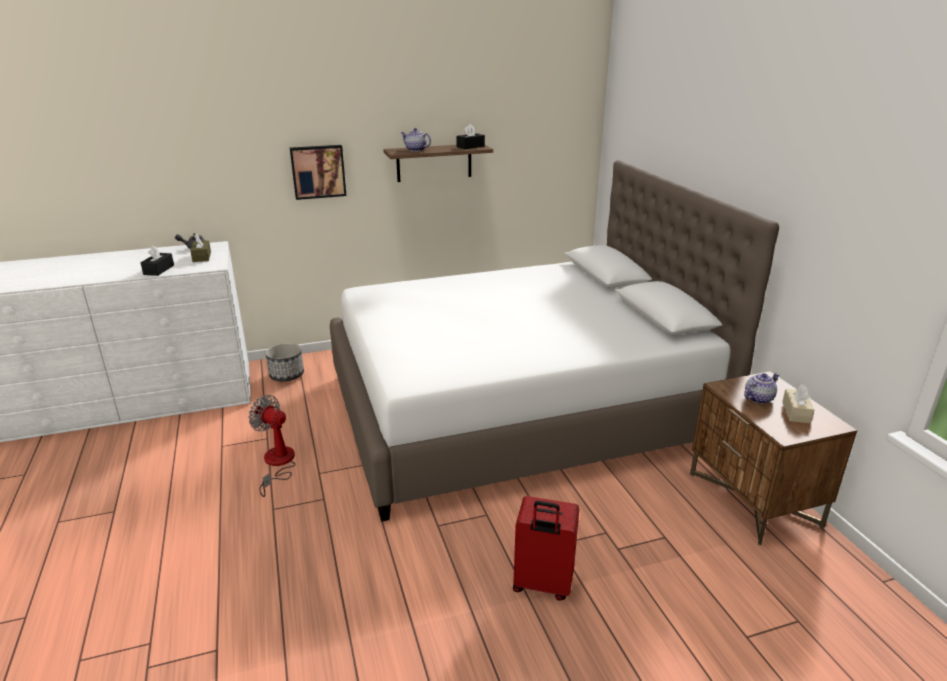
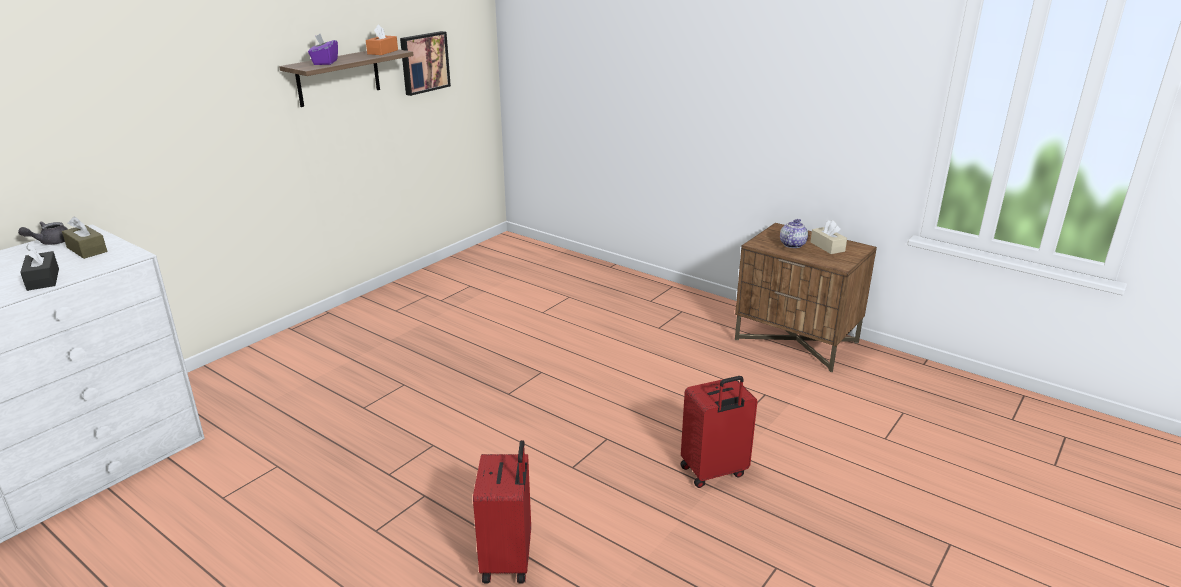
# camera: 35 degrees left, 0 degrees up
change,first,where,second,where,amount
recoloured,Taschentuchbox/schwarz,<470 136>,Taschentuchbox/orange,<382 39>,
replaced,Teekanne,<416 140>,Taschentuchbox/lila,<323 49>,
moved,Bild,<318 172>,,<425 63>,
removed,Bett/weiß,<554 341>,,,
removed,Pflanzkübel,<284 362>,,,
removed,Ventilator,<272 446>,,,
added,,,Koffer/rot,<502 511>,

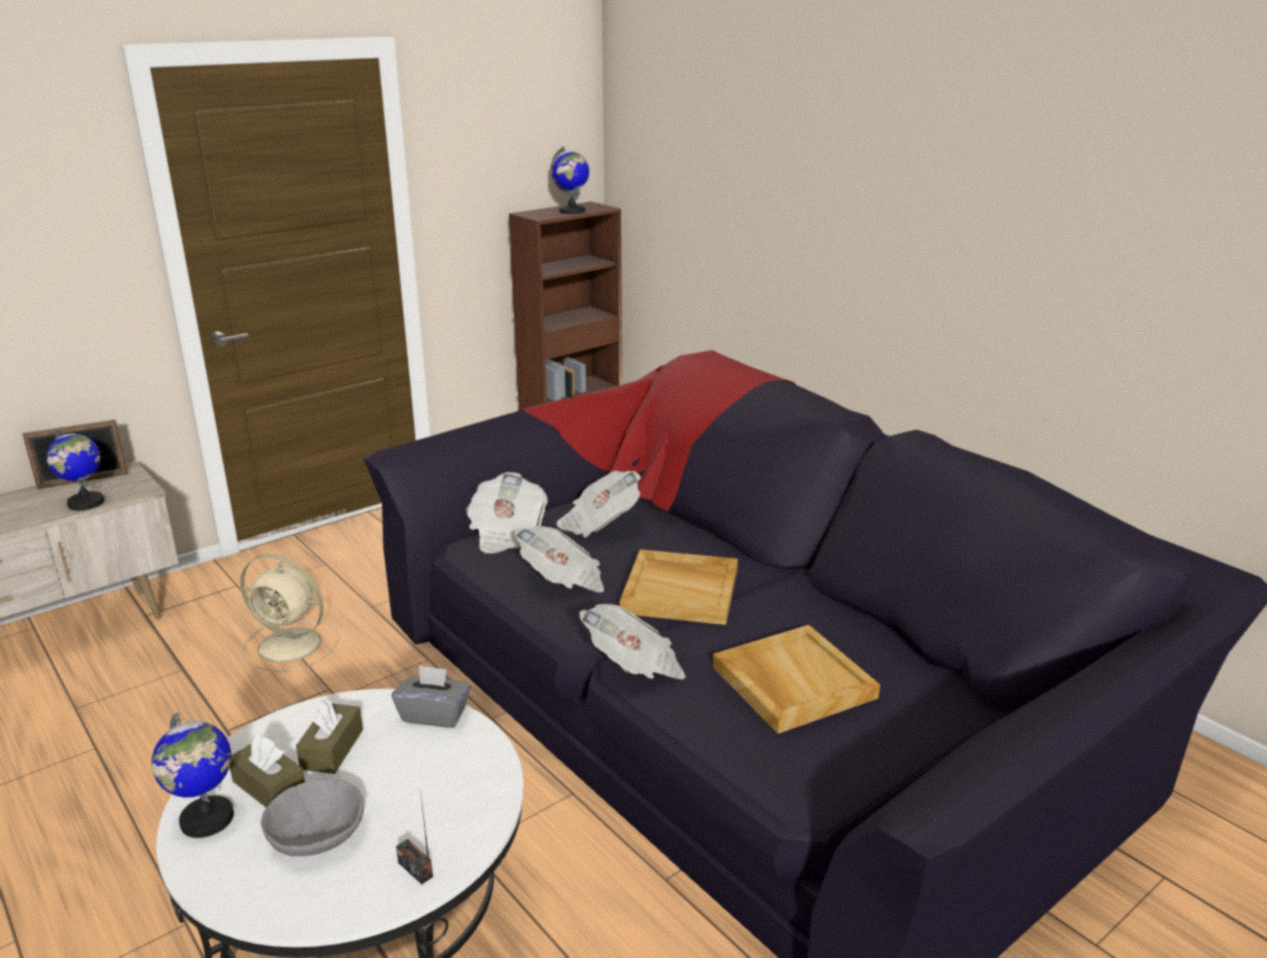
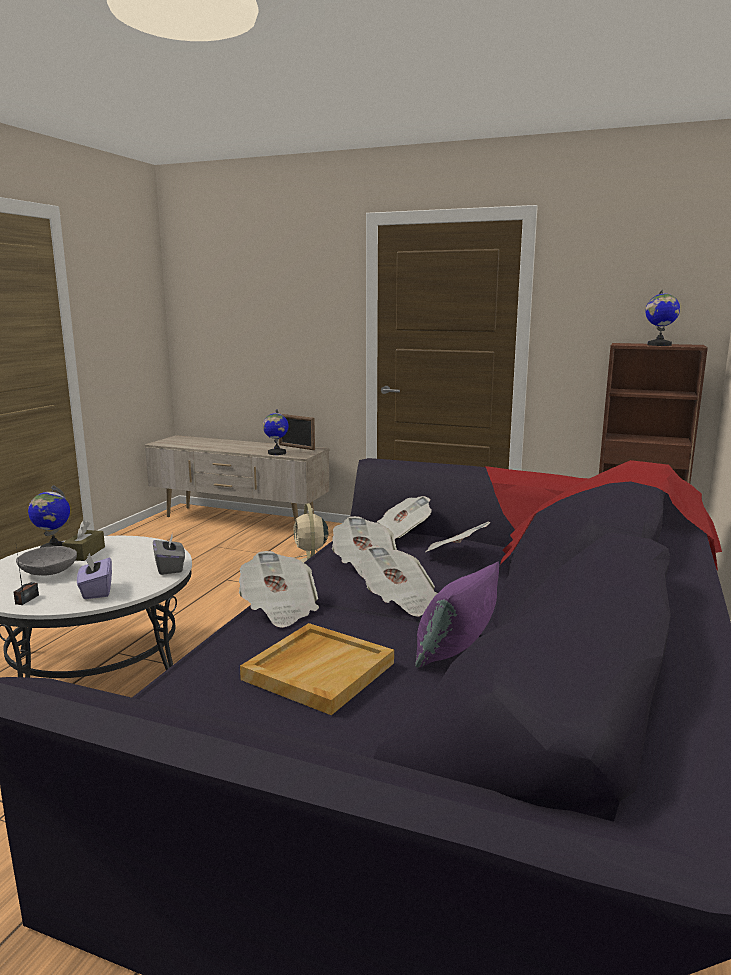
# camera: 60 degrees right, 10 degrees down
change,first,where,second,where,amount
replaced,Tablett/beige,<679 587>,Zeitung,<398 581>,
removed,Taschentuchbox/braun,<329 736>,,,
added,,,Taschentuchbox/lila,<94 576>,
added,,,Kissen/lila,<457 614>,

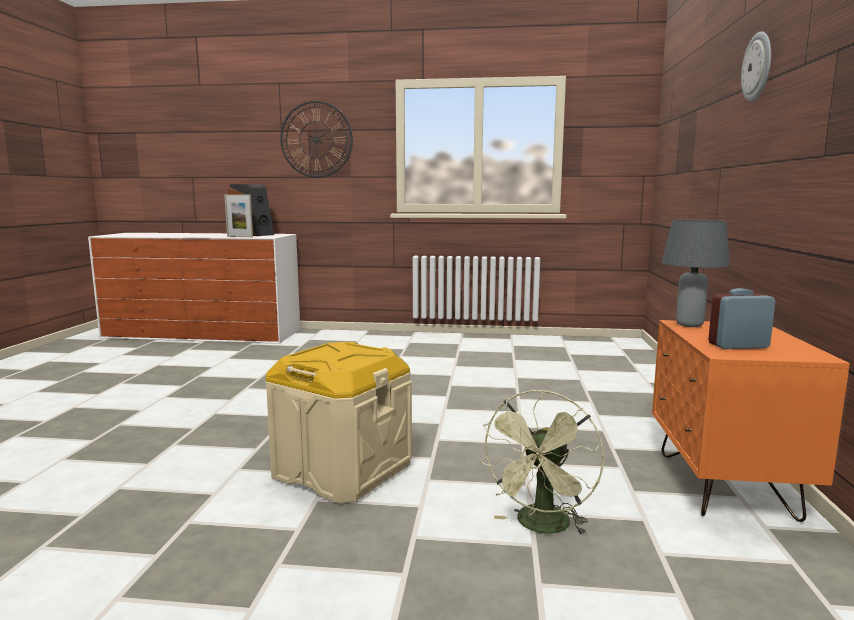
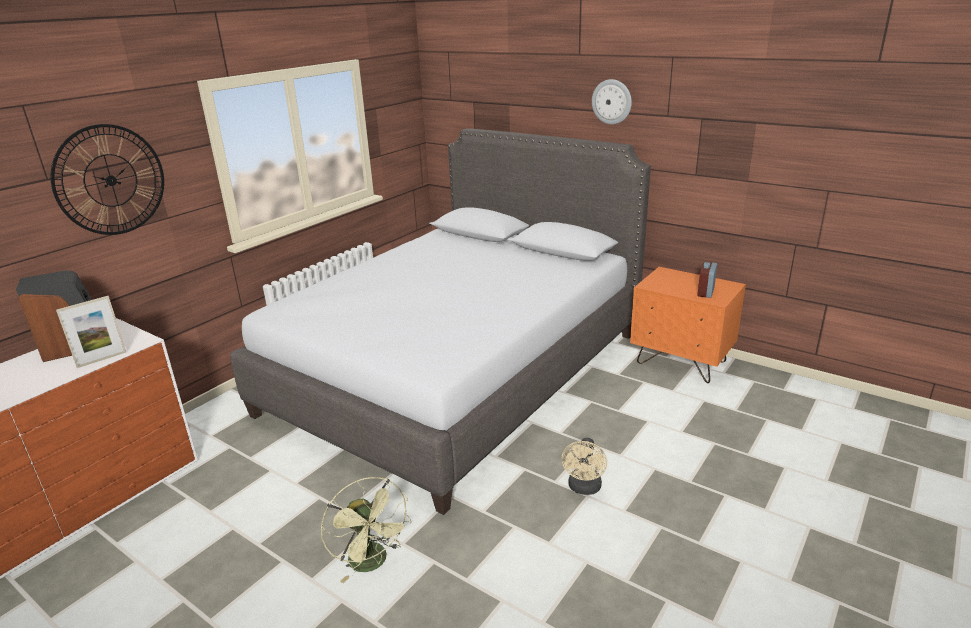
# camera: 60 degrees left, 15 degrees up
change,first,where,second,where,amount
removed,Tischlampe/grau,<696 273>,,,
replaced,Aufbewahrungsbox/beige,<338 422>,Ventilator/beige,<584 466>,
moved,Ventilator/grün,<541 463>,,<366 530>,
added,,,Bett/grau,<440 321>,

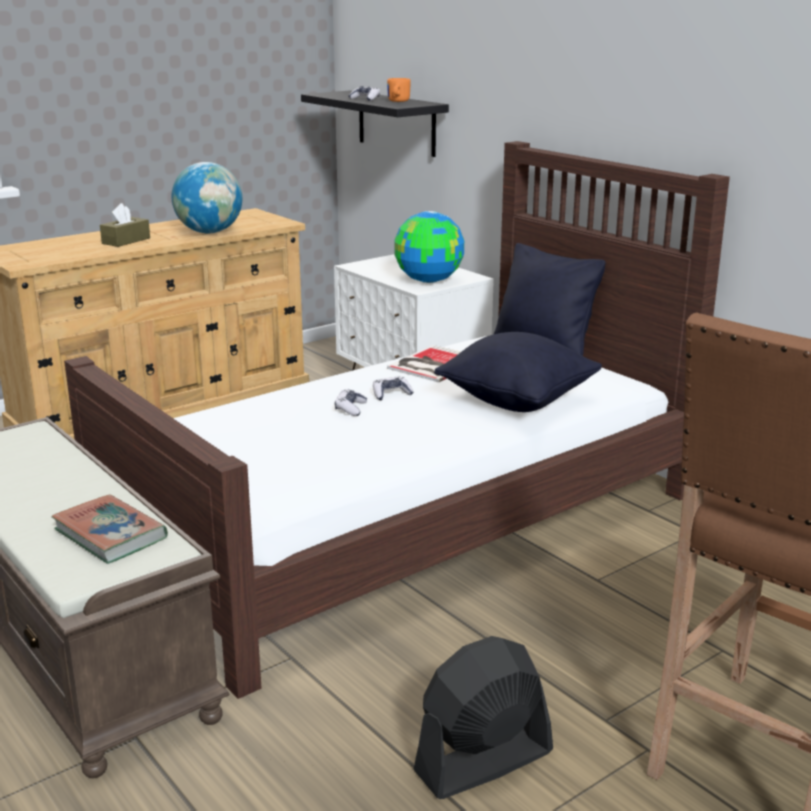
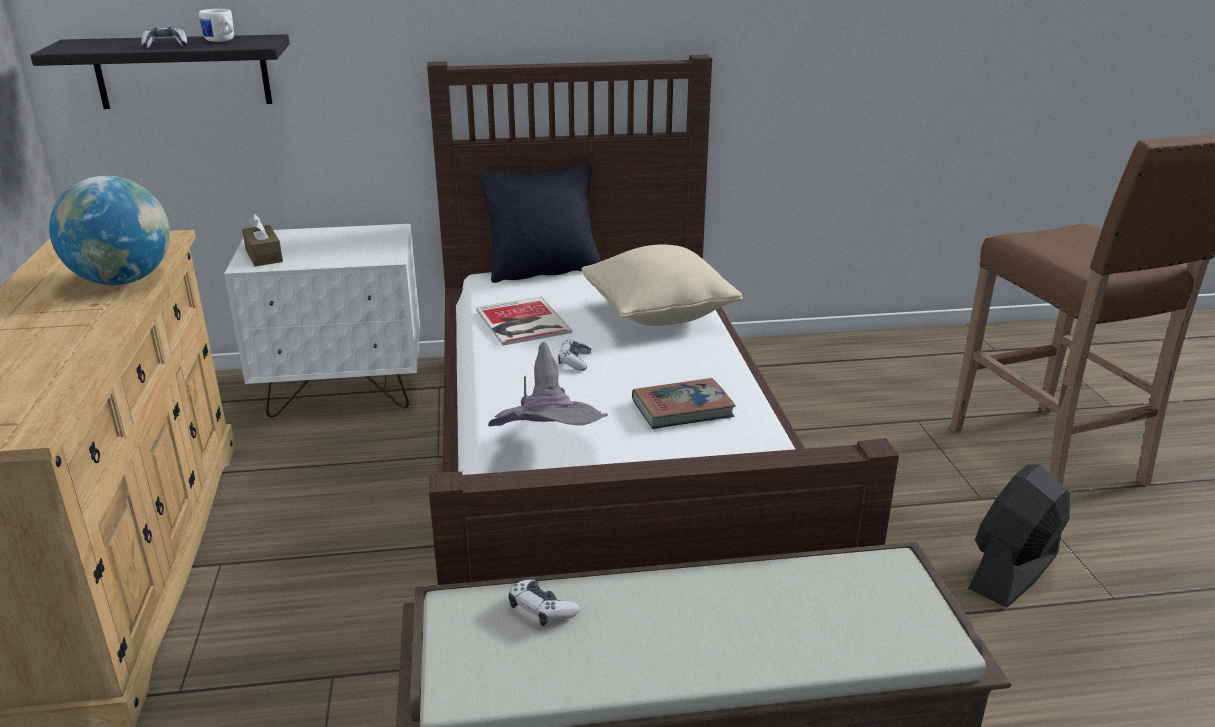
# camera: 60 degrees left, 5 degrees up
change,first,where,second,where,amount
recoloured,Henkelbecher/orange,<399 90>,Henkelbecher/weiß,<216 25>,
moved,Taschentuchbox/braun,<125 225>,,<262 240>,
removed,Globus,<429 247>,,,
recoloured,Kissen/schwarz,<518 372>,Kissen/beige,<662 285>,
moved,Gamepad,<351 402>,,<544 602>,
moved,Buch,<109 529>,,<684 403>,
turned,Ventilator/schwarz,<483 717>,,<1019 536>,45 degrees clockwise
added,,,Hut/grau,<548 384>,

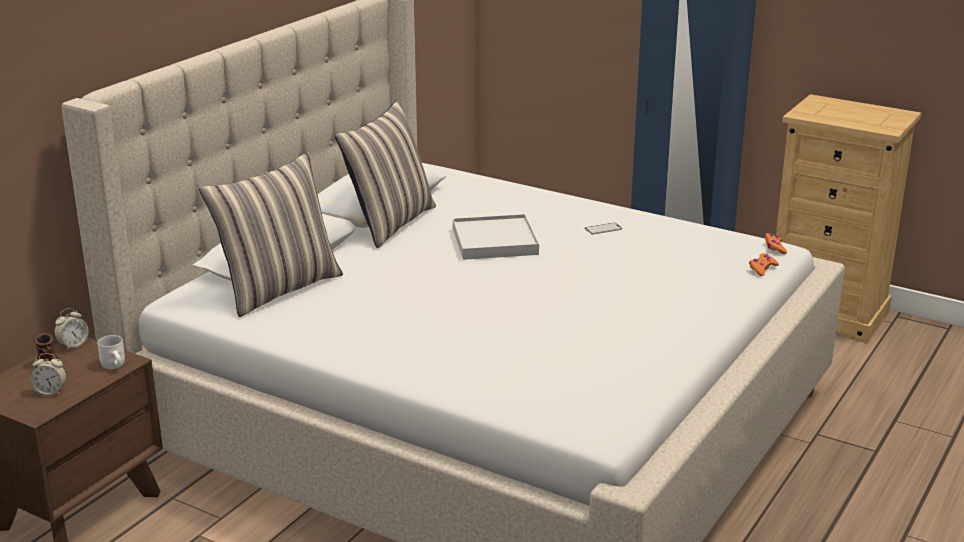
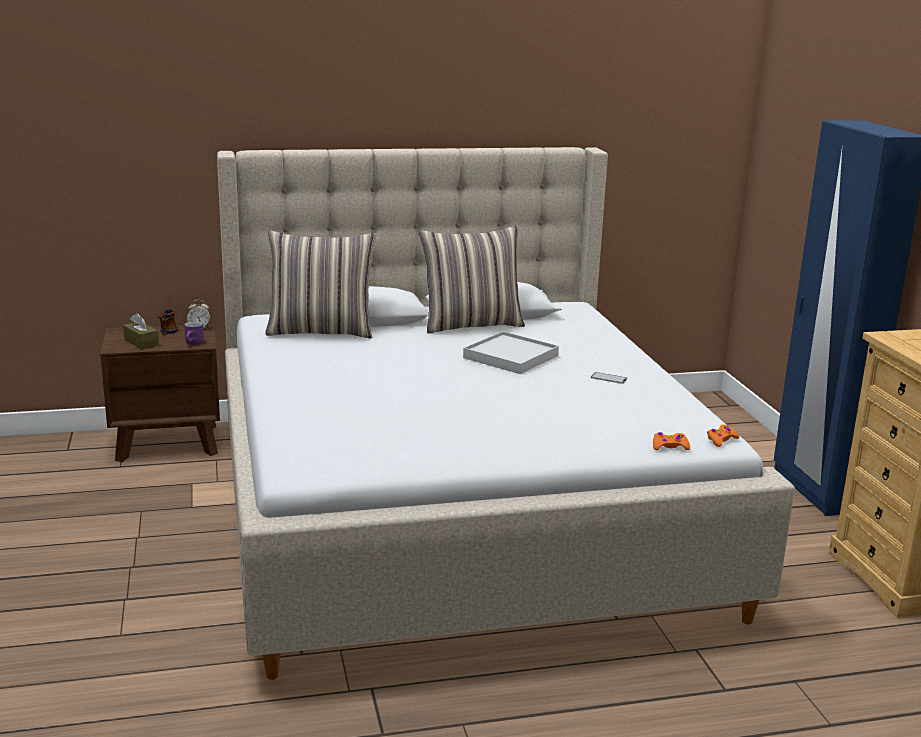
# camera: 45 degrees right, 5 degrees down
change,first,where,second,where,amount
recoloured,Henkelbecher/weiß,<111 352>,Henkelbecher/lila,<193 333>,
replaced,Wecker,<48 374>,Taschentuchbox/braun,<141 331>,

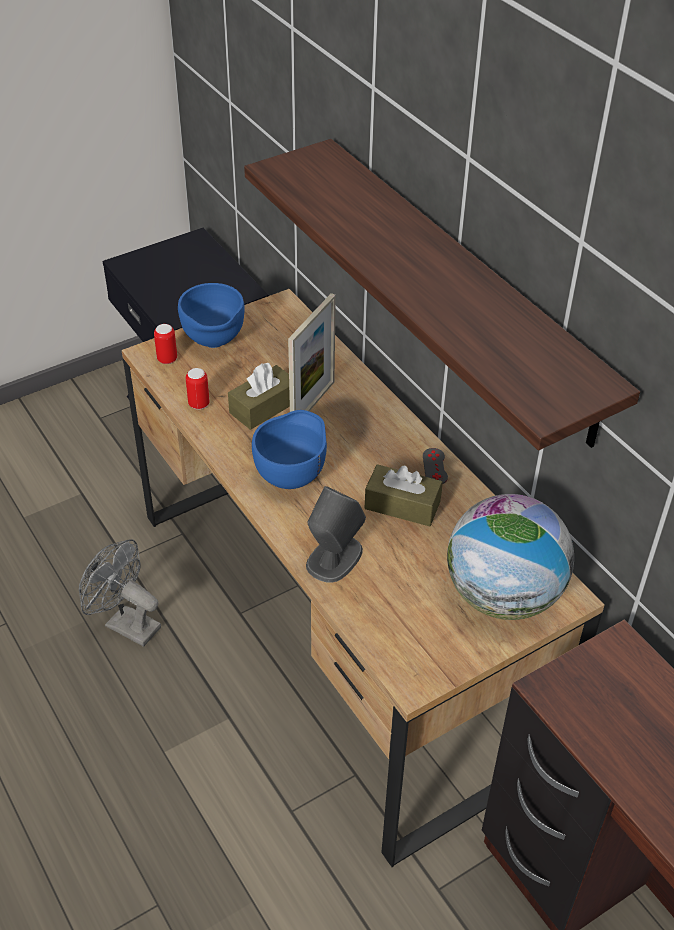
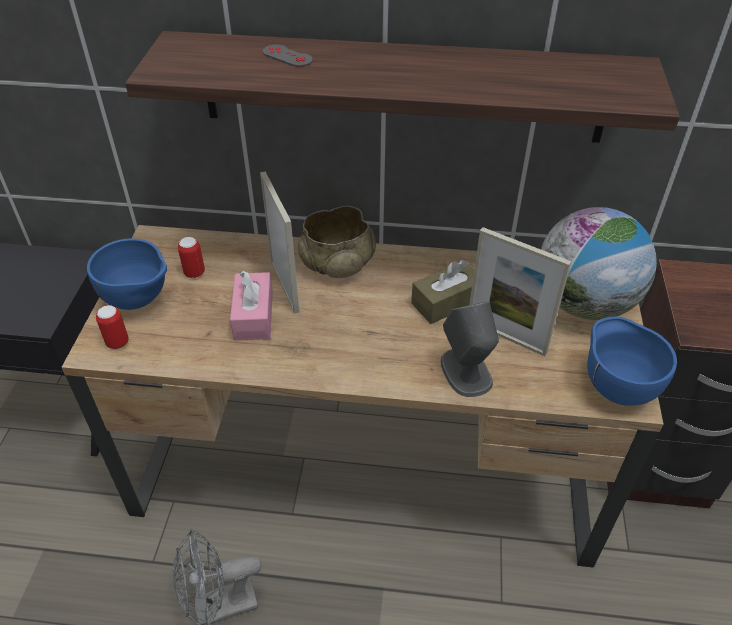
# camera: 50 degrees left, 0 degrees up
change,first,where,second,where,amount
recoloured,Taschentuchbox/braun,<259 396>,Taschentuchbox/rosa,<251 306>,
moved,Dose,<198 389>,,<191 257>,
moved,Schüssel/blau,<289 449>,,<632 361>,
moved,Gamepad/grau,<435 466>,,<288 55>,
added,,,Schüssel/beige,<337 242>,
added,,,Bilderrahmen,<520 291>,

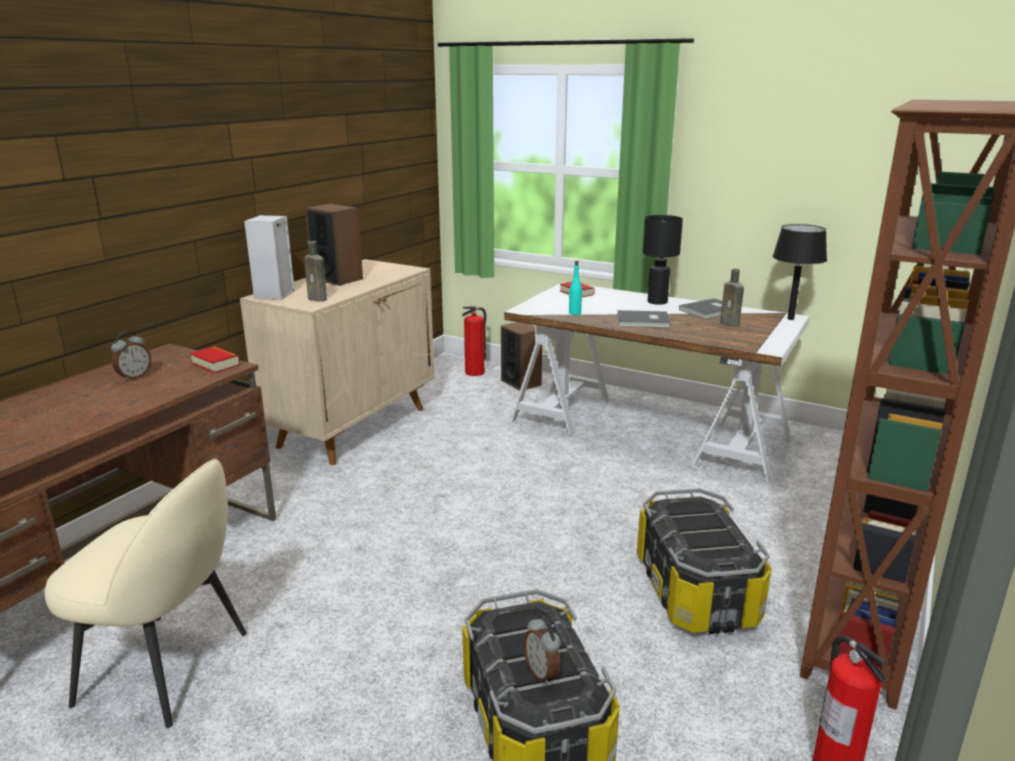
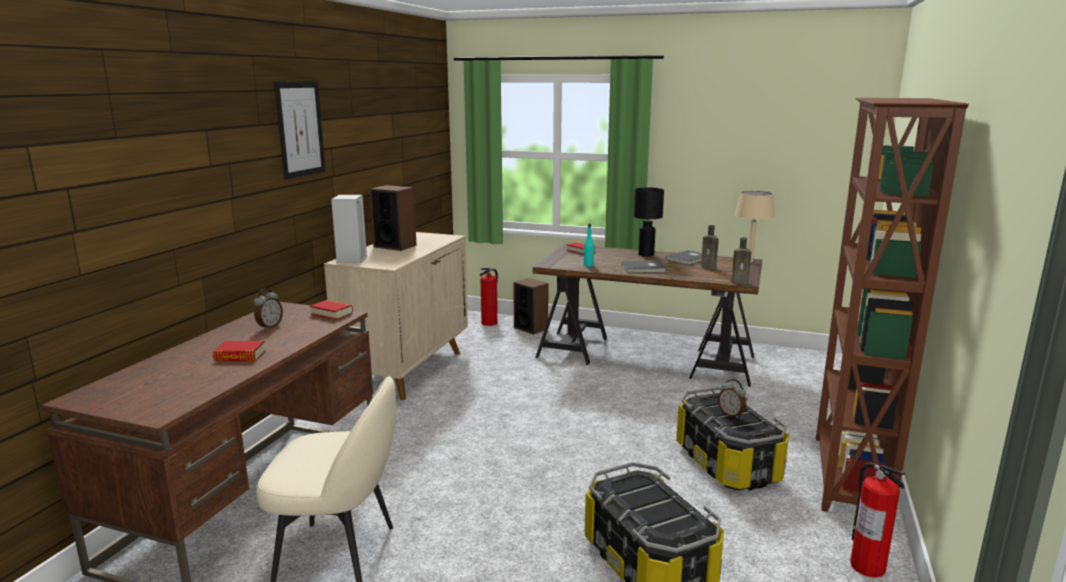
# camera: 10 degrees left, 5 degrees down
change,first,where,second,where,amount
recoloured,Tischlampe/schwarz,<799 272>,Tischlampe/beige,<755 227>,
moved,Flasche/braun,<315 271>,,<741 261>,
recoloured,Schreibtisch/weiß,<657 382>,Schreibtisch/braun,<647 315>,
moved,Wecker,<542 650>,,<732 399>,
added,,,Bild,<300 130>,
added,,,Buch,<239 351>,

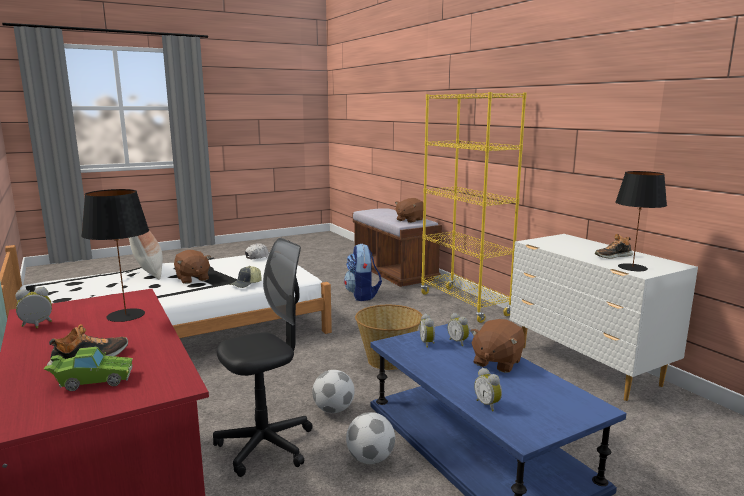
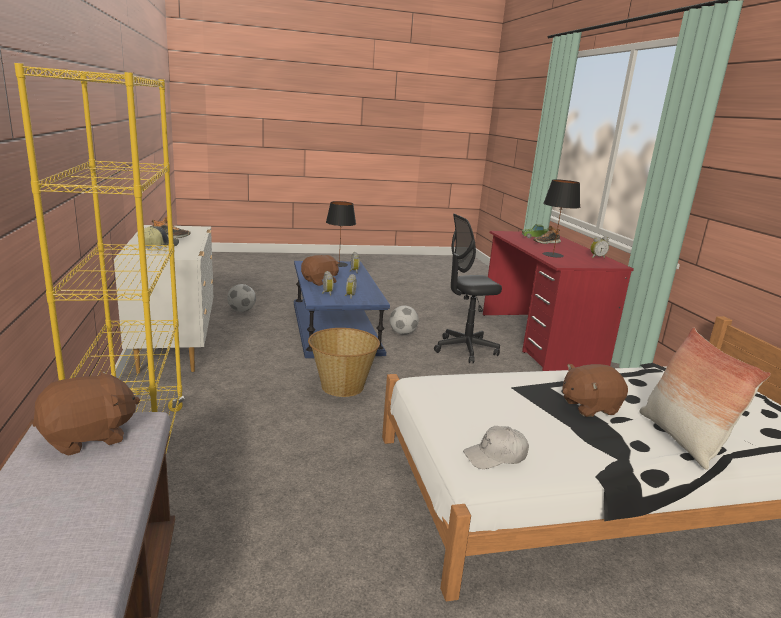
# camera: 165 degrees left, 5 degrees up
change,first,where,second,where,amount
moved,Tischlampe/schwarz,<641 221>,,<341 234>,
removed,Rucksack,<363 272>,,,
turned,Plüschtier/braun,<192 267>,,<595 390>,90 degrees counterclockwise
moved,Kappe,<246 277>,,<158 236>,
moved,Fußball,<333 391>,,<241 298>,

